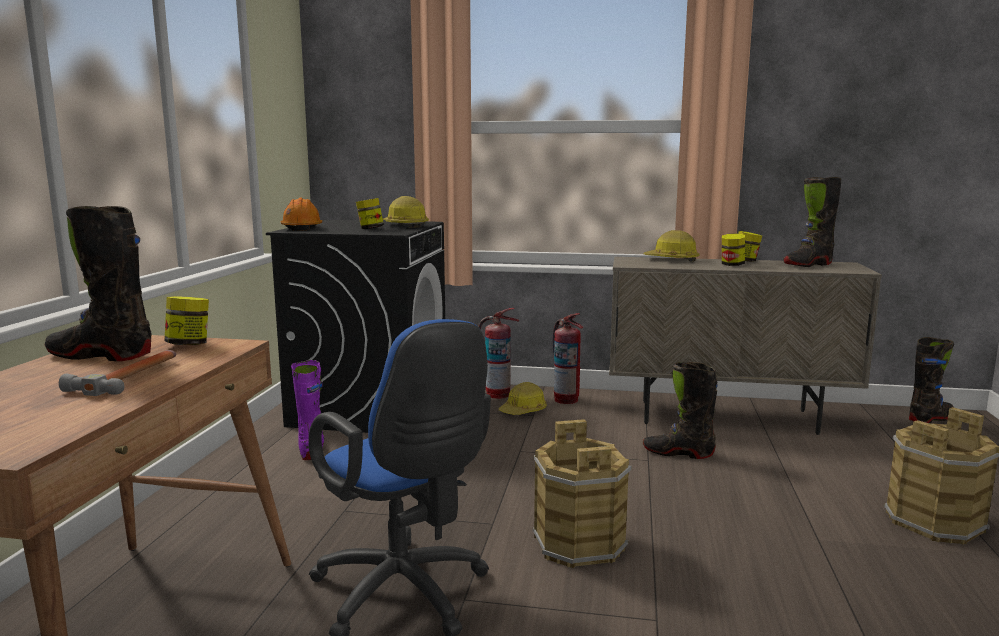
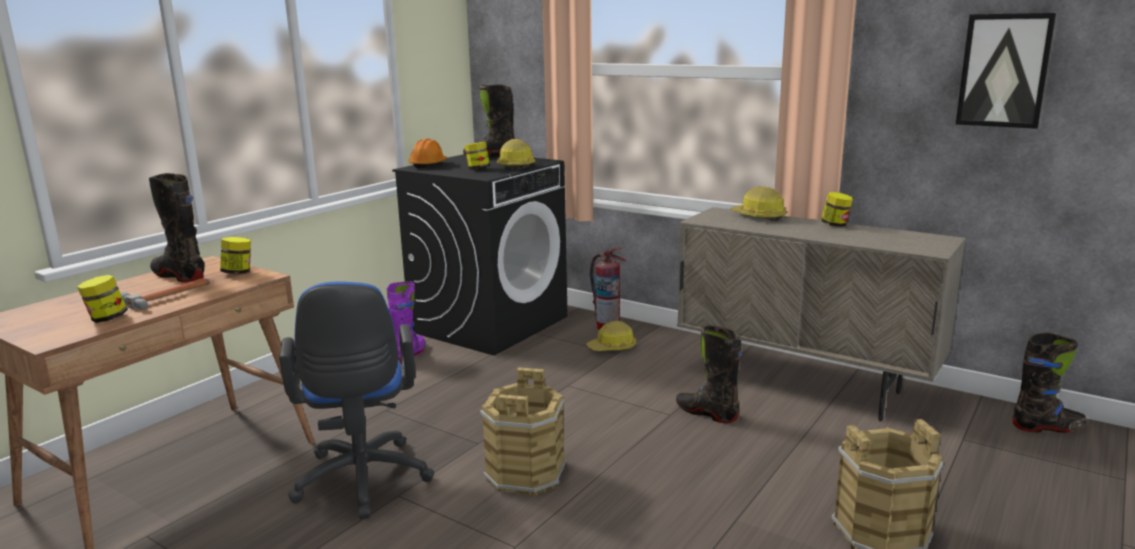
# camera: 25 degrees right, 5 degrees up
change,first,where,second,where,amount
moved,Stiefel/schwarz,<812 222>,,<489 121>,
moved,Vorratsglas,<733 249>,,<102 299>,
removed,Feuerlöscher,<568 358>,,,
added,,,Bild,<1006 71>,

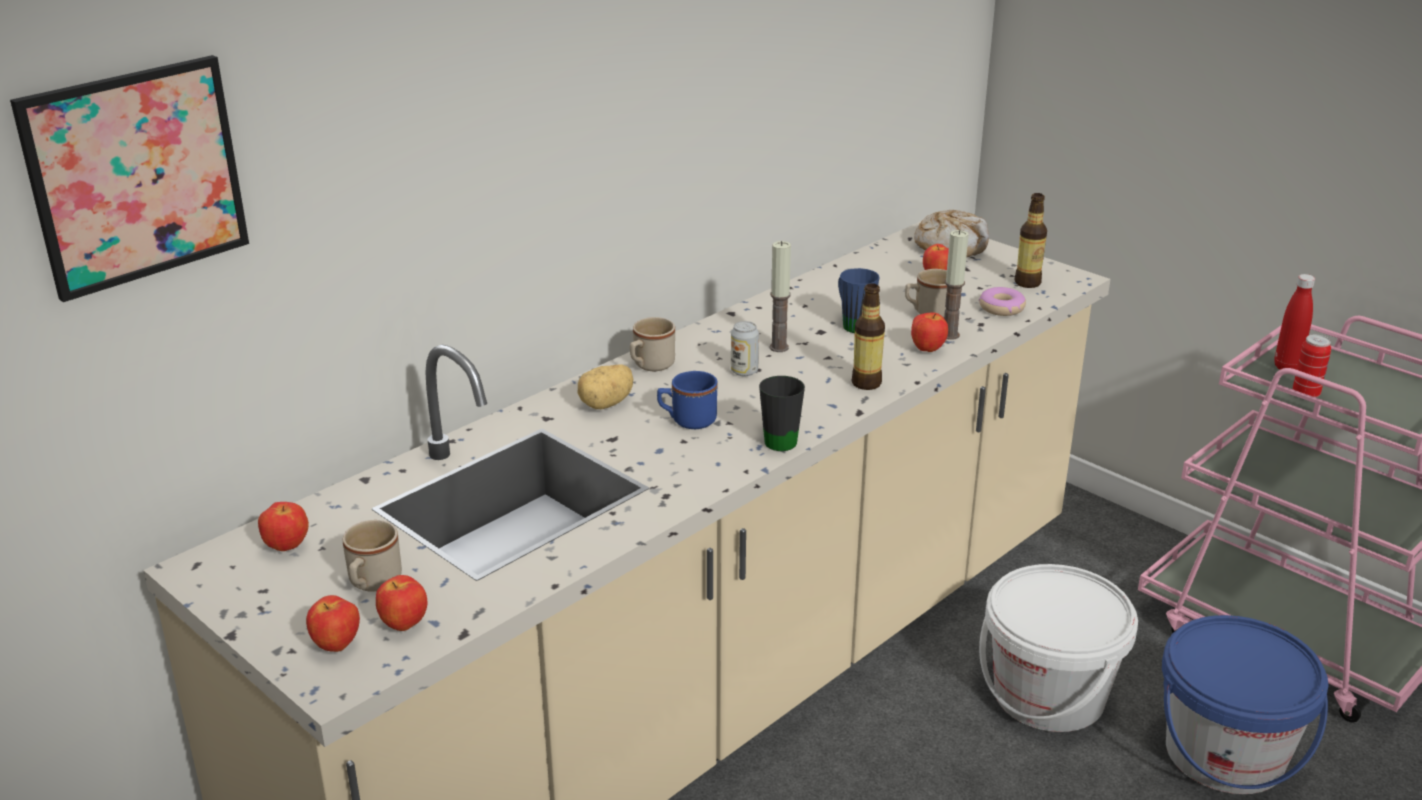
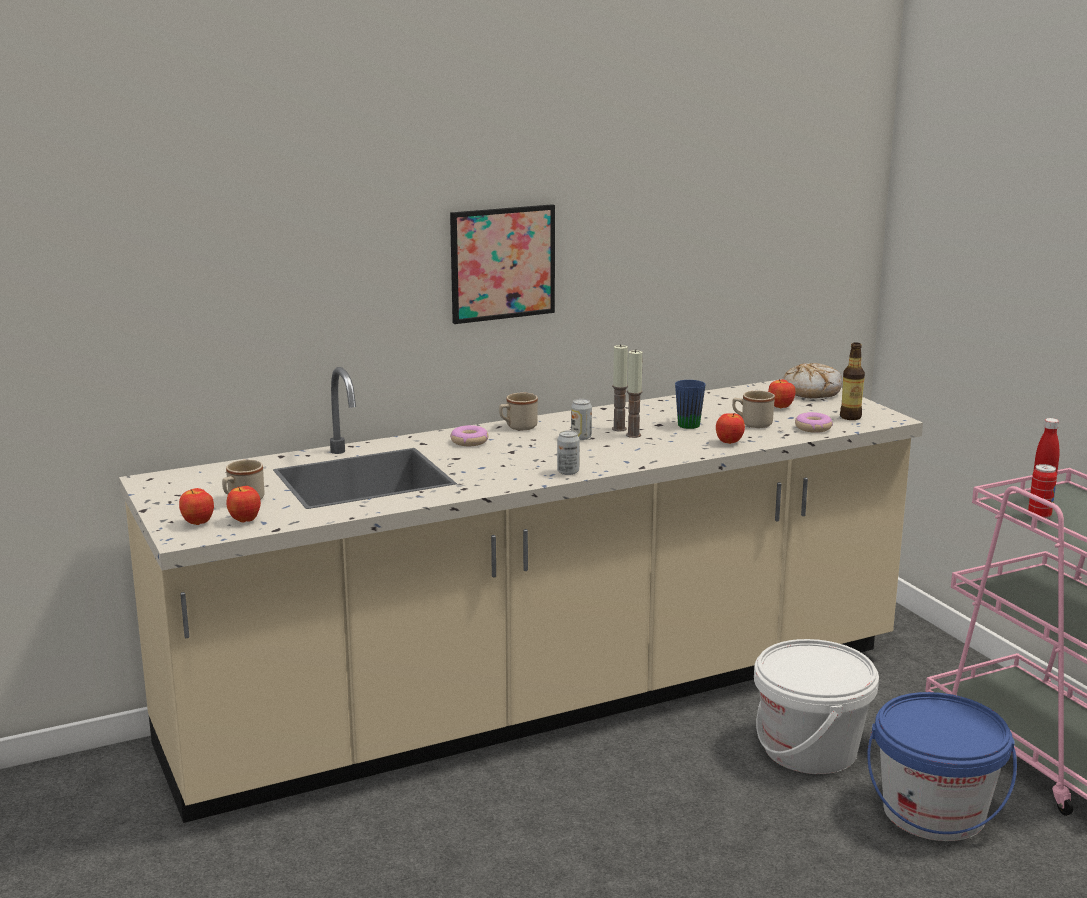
# camera: 20 degrees right, 10 degrees down
change,first,where,second,where,amount
moved,Bild,<129 178>,,<502 264>,
moved,Kerze,<956 285>,,<634 393>,
removed,Flasche,<868 336>,,,
replaced,Kartoffel,<605 386>,Donut,<469 435>,
removed,Henkelbecher/blau,<687 400>,,,
replaced,Henkelbecher/schwarz,<782 413>,Dose,<568 453>,
removed,Apfel,<283 526>,,,

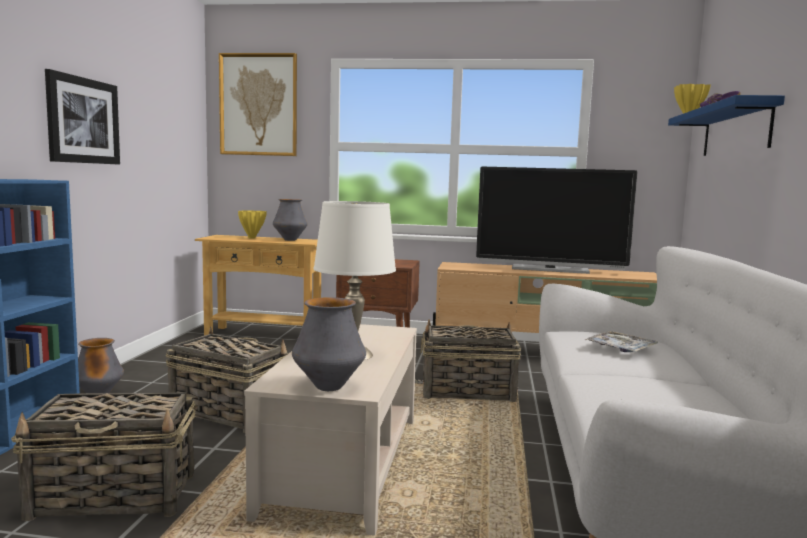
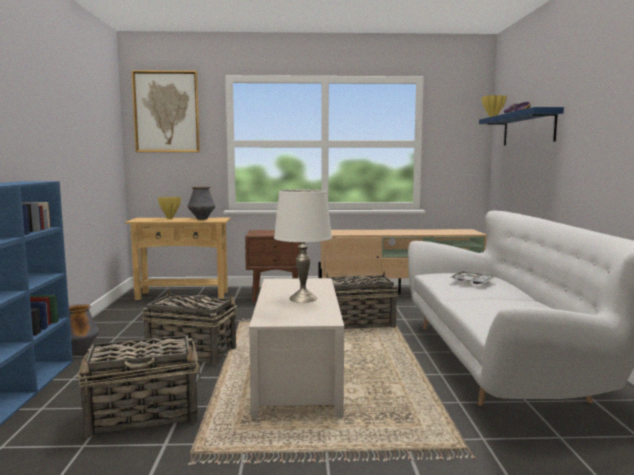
# camera: 10 degrees left, 0 degrees up
change,first,where,second,where,amount
removed,Bild,<82 116>,,,
removed,Fernseher,<556 220>,,,
removed,Vase,<329 344>,,,

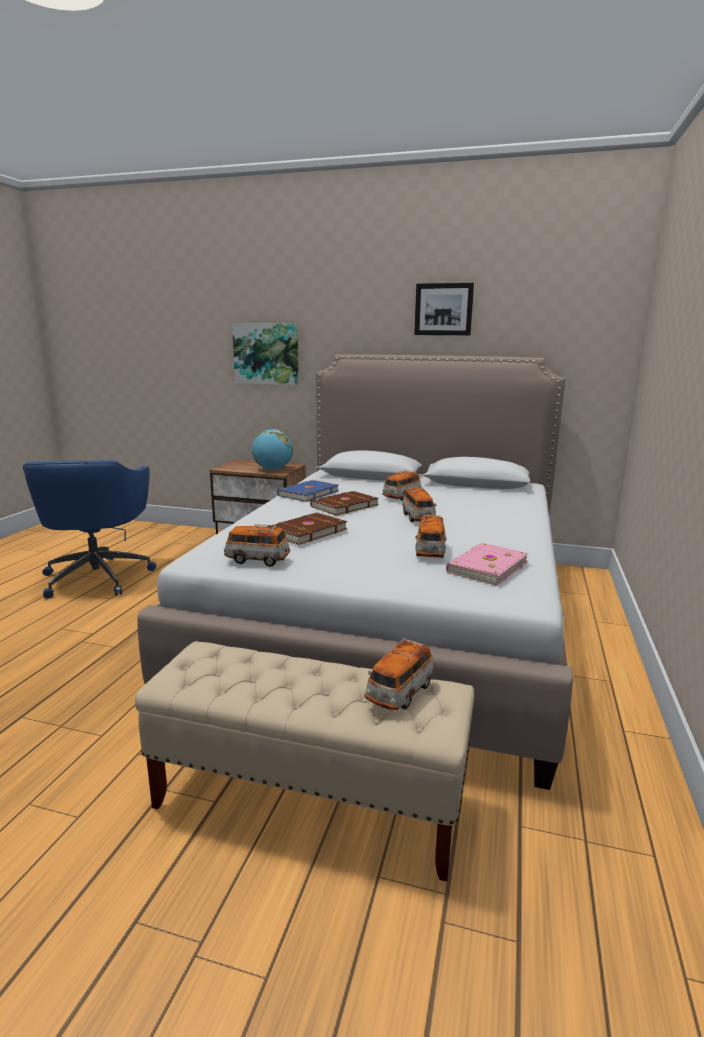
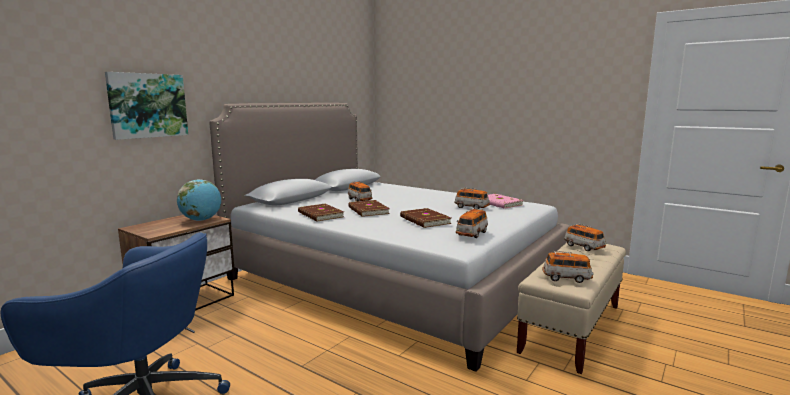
# camera: 70 degrees left, 5 degrees down
change,first,where,second,where,amount
removed,Bild,<444 309>,,,
recoloured,Buch/blau,<308 491>,Buch/braun,<321 212>,
moved,Spielzeugauto,<419 504>,,<567 267>,

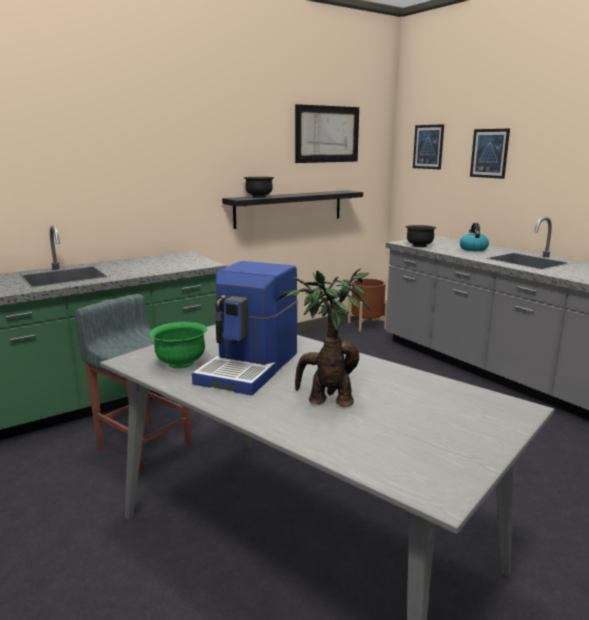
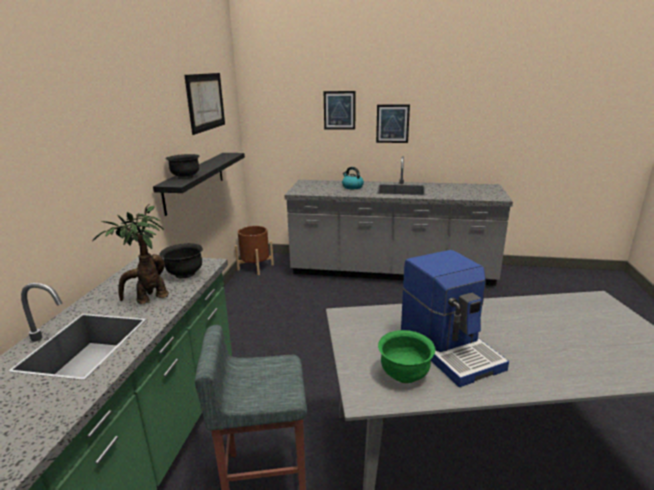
# camera: 45 degrees left, 5 degrees up
change,first,where,second,where,amount
moved,Bild,<428 146>,,<393 123>,
moved,Schüssel/schwarz,<421 236>,,<181 260>,
moved,Topfpflanze,<323 338>,,<130 254>,

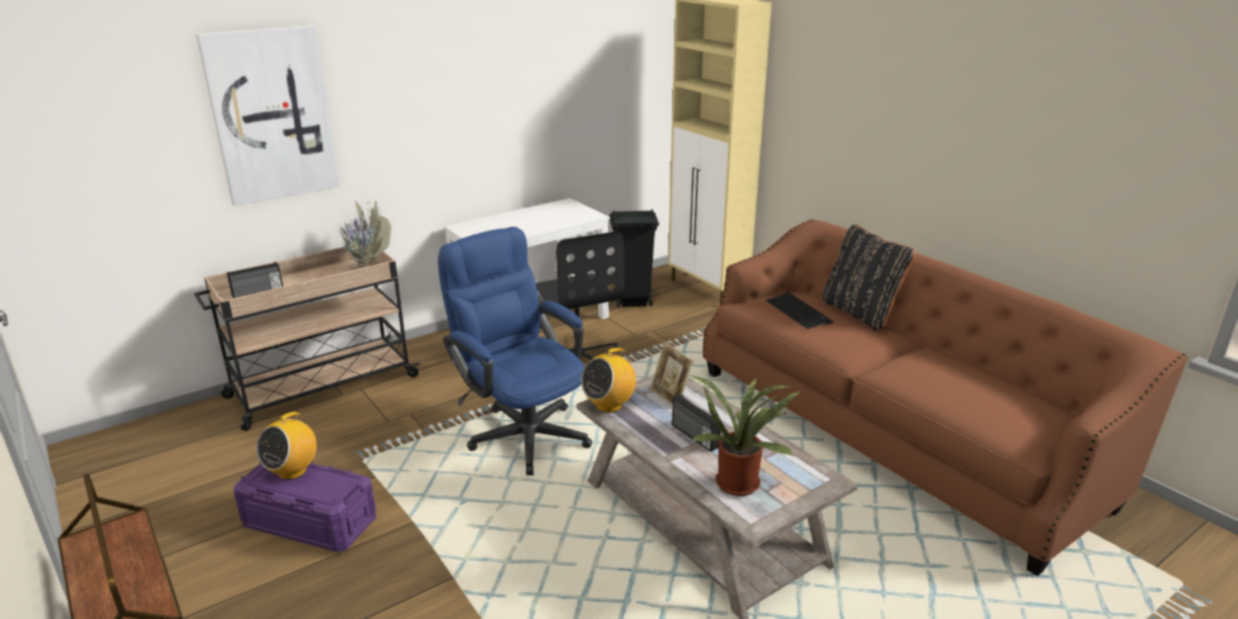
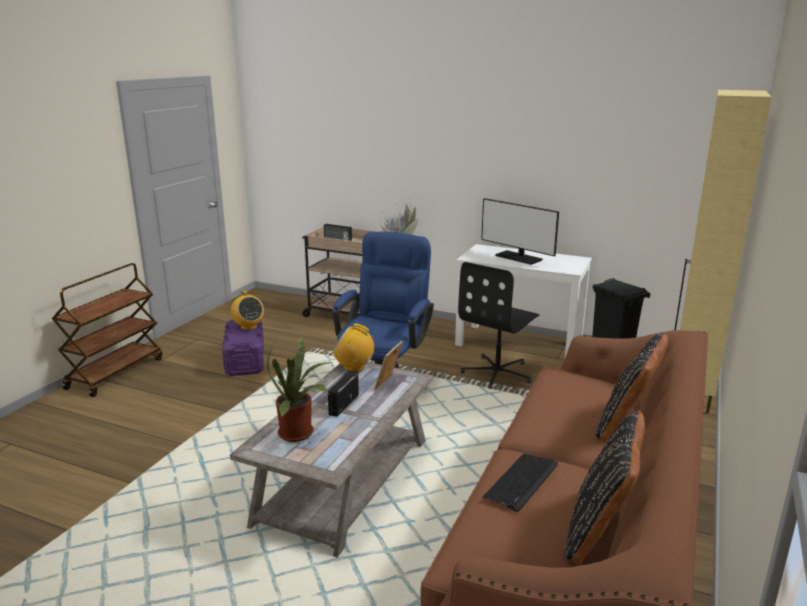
# camera: 60 degrees right, 5 degrees down
change,first,where,second,where,amount
removed,Bild,<268 115>,,,
moved,Tastatur,<799 311>,,<520 482>,
turned,Radio,<286 445>,,<247 310>,120 degrees counterclockwise
added,,,Monitor,<520 231>,
added,,,Kissen/schwarz,<605 487>,

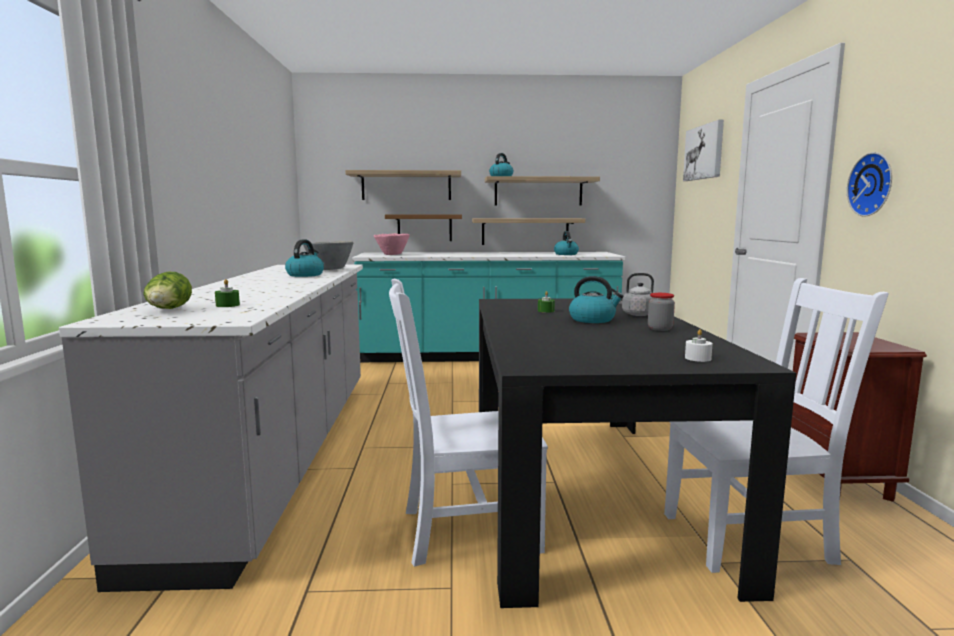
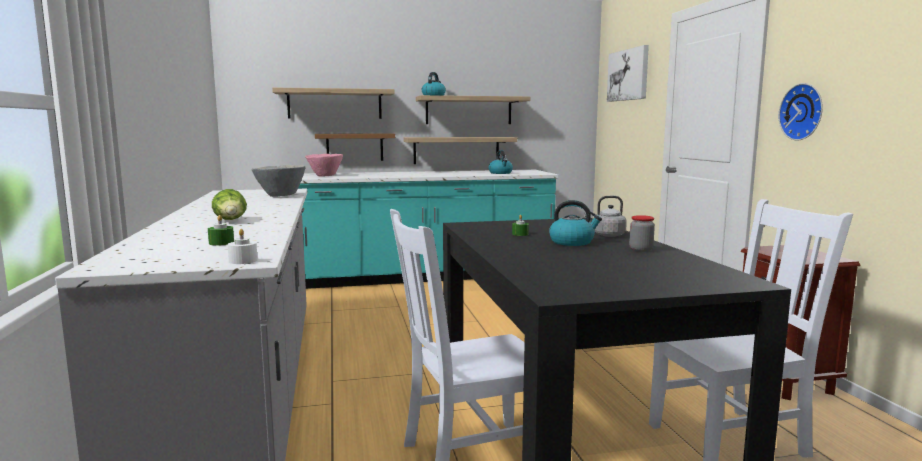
# camera: 10 degrees left, 0 degrees up
change,first,where,second,where,amount
removed,Wasserkessel,<304 258>,,,
moved,Salatkopf,<167 290>,,<229 204>,
moved,Kerze/weiß,<699 345>,,<243 246>,

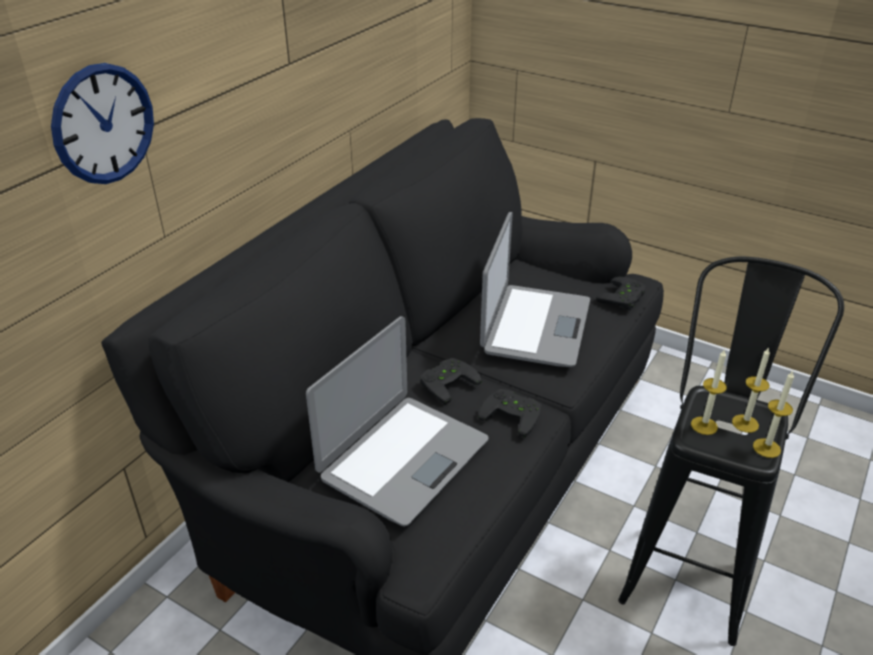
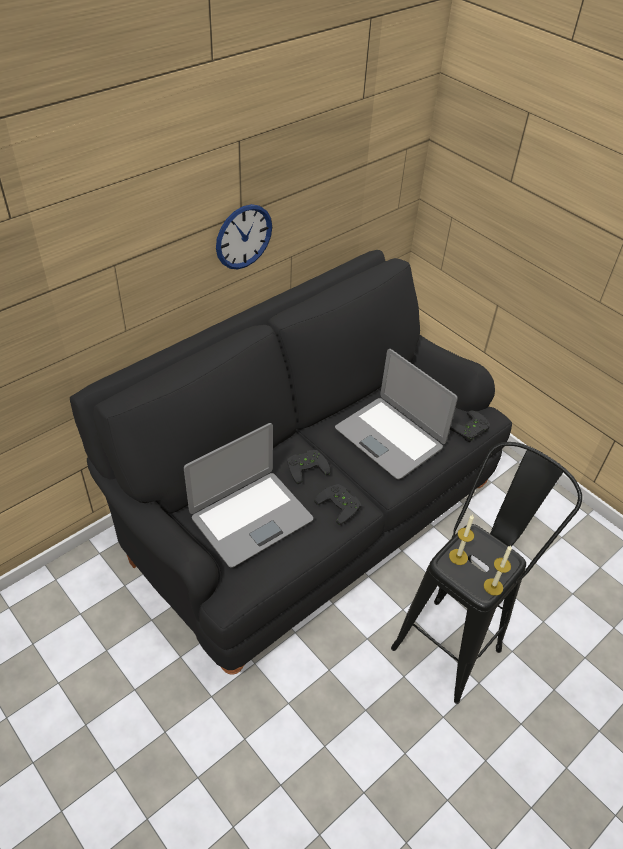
# camera: 15 degrees right, 10 degrees up
change,first,where,second,where,amount
moved,Wanduhr,<102 123>,,<244 236>,
turned,Laptop,<535 289>,,<396 414>,105 degrees clockwise
removed,Kerze,<751 390>,,,

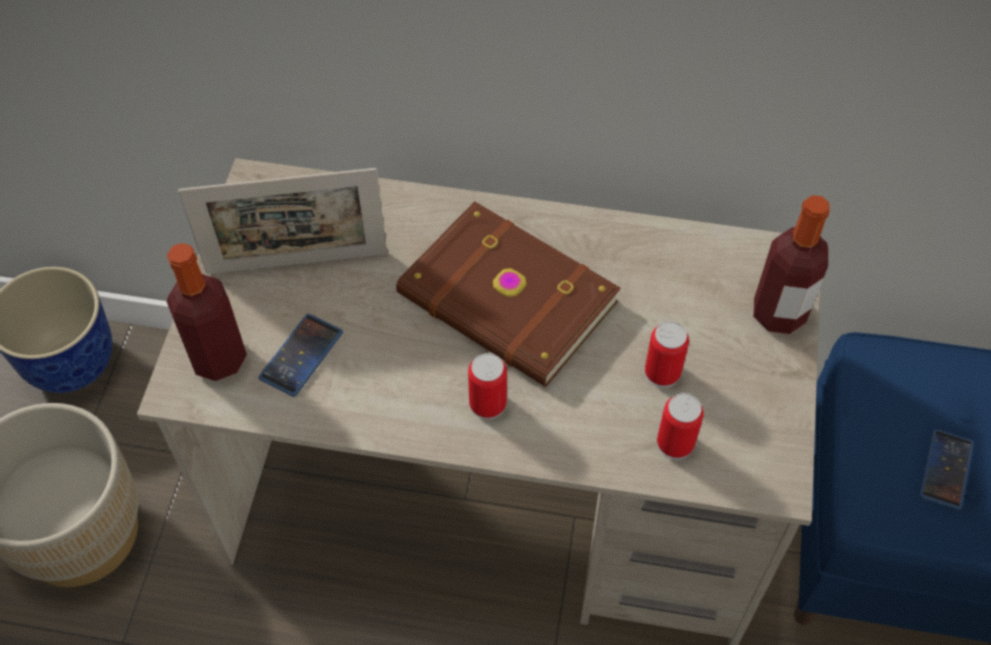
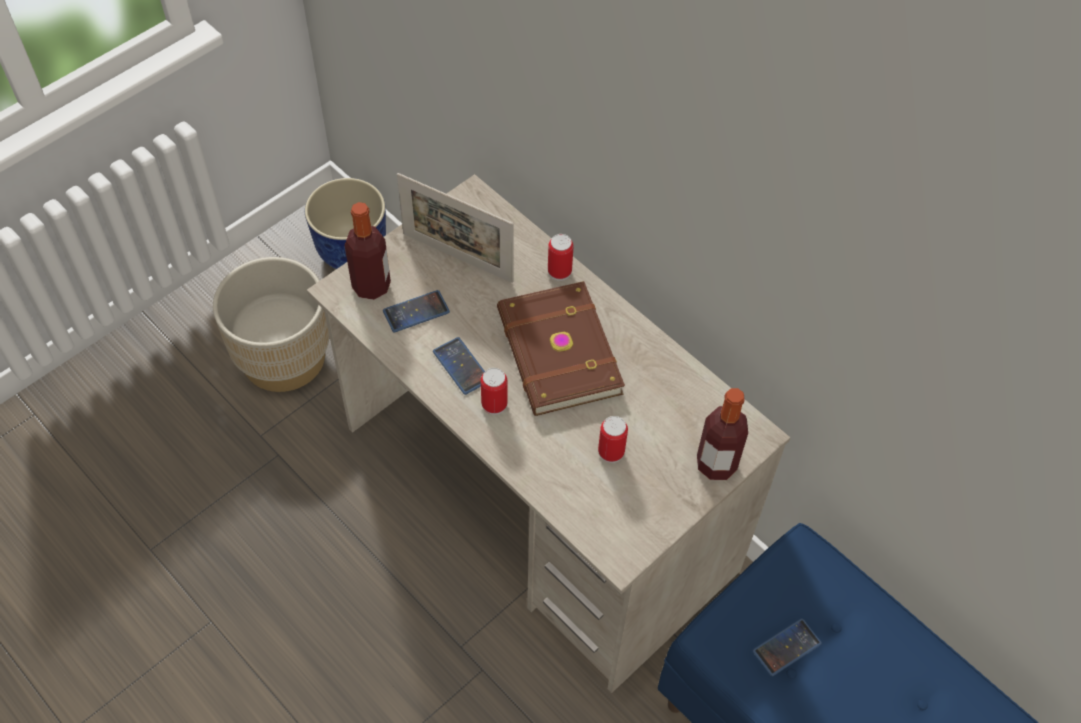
# camera: 35 degrees right, 0 degrees up
change,first,where,second,where,amount
moved,Dose,<680 426>,,<561 257>,
added,,,Handy,<459 366>,

